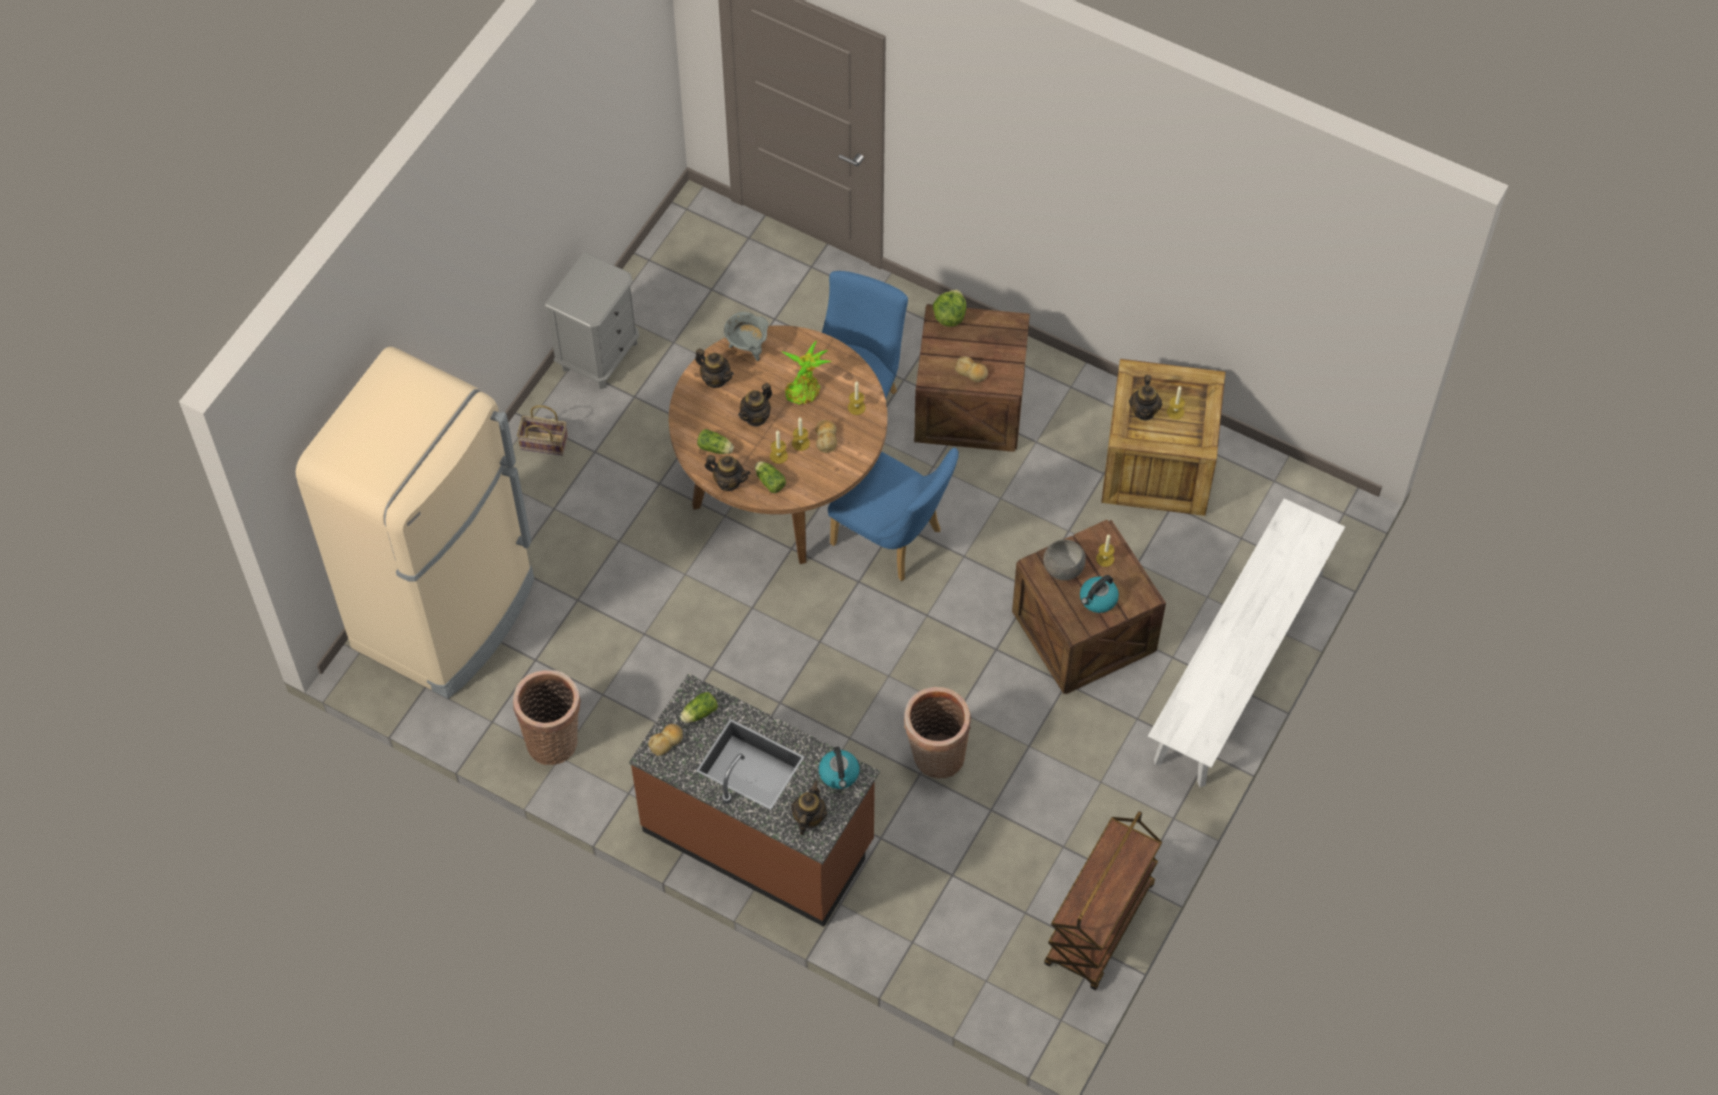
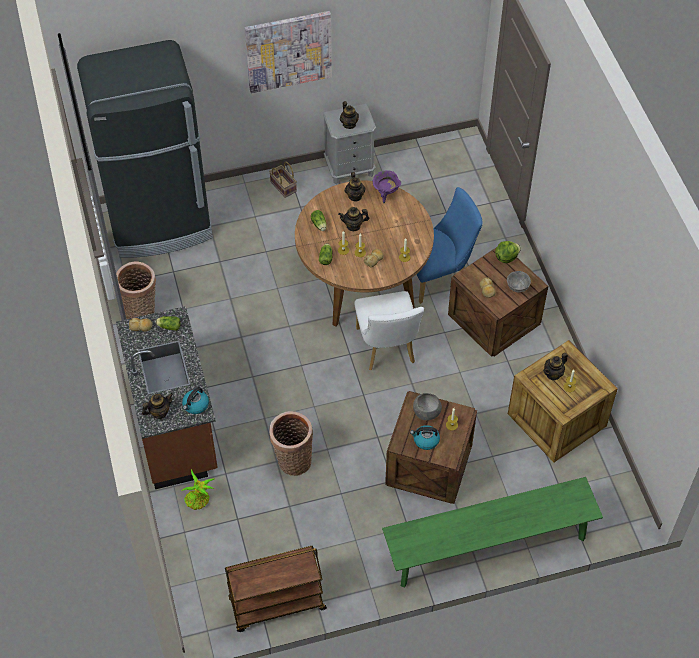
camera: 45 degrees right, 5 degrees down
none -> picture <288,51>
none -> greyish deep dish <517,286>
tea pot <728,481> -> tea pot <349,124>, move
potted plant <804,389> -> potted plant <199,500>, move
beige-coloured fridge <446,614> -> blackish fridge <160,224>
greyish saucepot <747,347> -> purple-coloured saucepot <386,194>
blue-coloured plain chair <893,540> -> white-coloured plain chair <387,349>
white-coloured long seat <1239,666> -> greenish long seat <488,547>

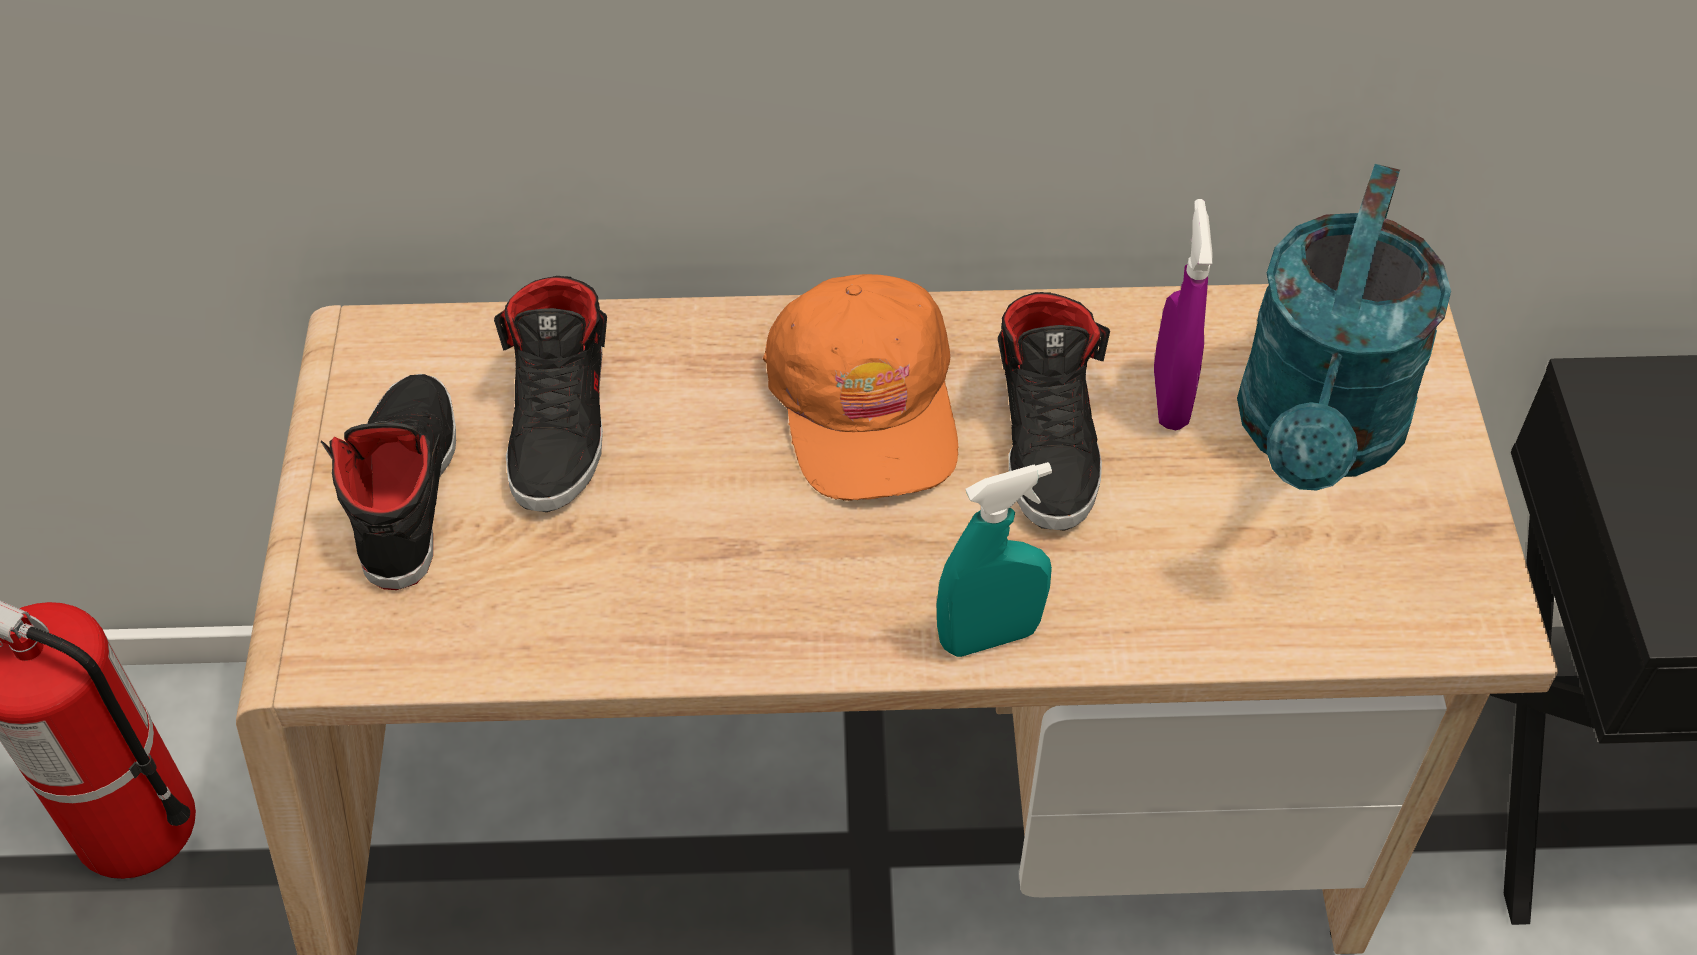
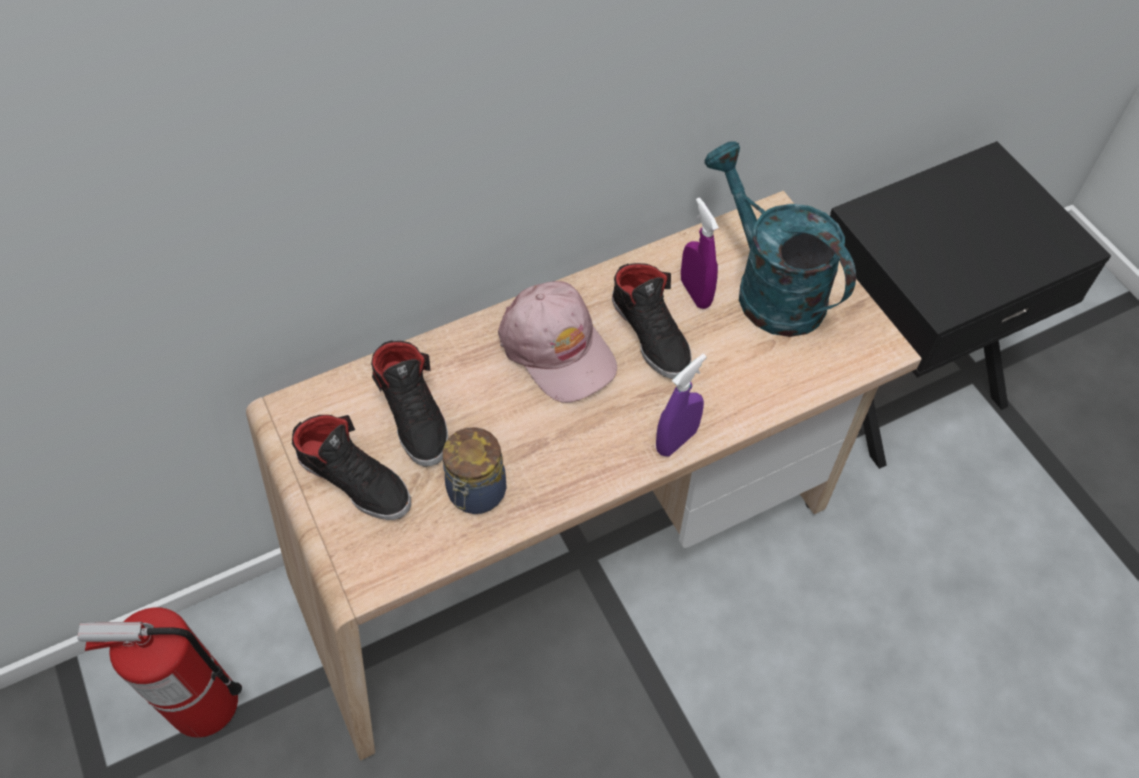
camera: 25 degrees left, 5 degrees up
none -> storage jar <476,493>
orange-coloured peaked cap <866,403> -> pink peaked cap <558,348>
turquoise spray bottle <989,636> -> purple-coloured spray bottle <676,440>
blackish shoe <405,488> -> blackish shoe <356,480>, 150 degrees clockwise
turquoise watering can <1316,437> -> turquoise watering can <769,287>, 150 degrees clockwise

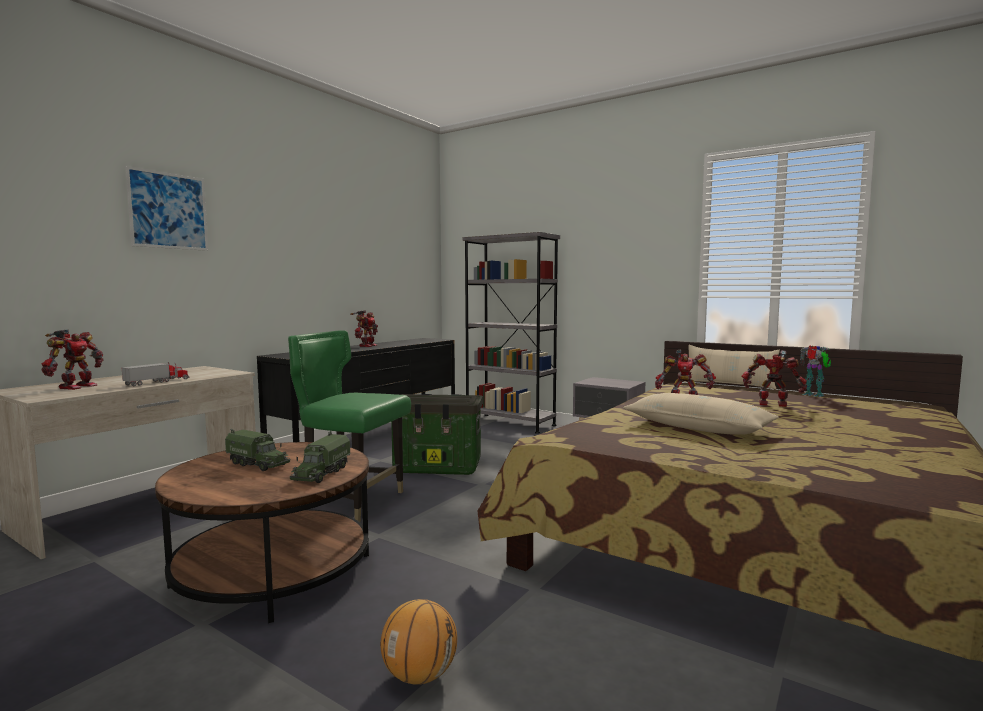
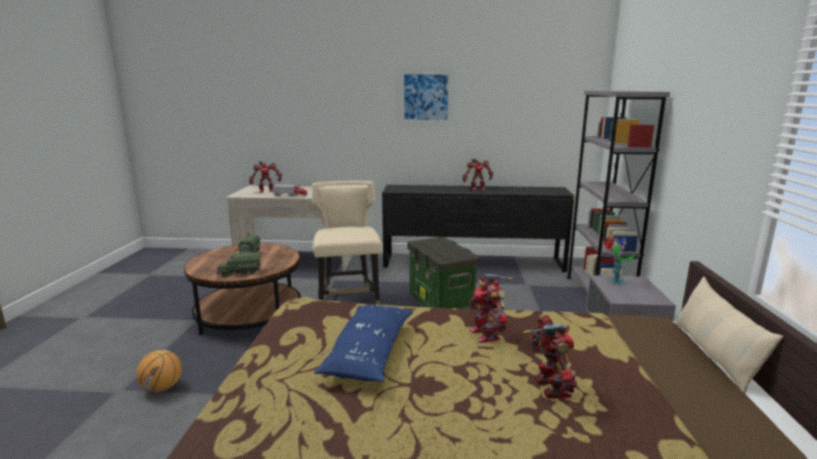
camera: 60 degrees right, 10 degrees up
picture <168,211> -> picture <426,97>, move
toy robot <814,395> -> toy robot <615,281>, move
greenish plain chair <351,502> -> beige-coloured plain chair <349,300>
beige-coloured throw pillow <698,427> -> blue-coloured throw pillow <369,353>

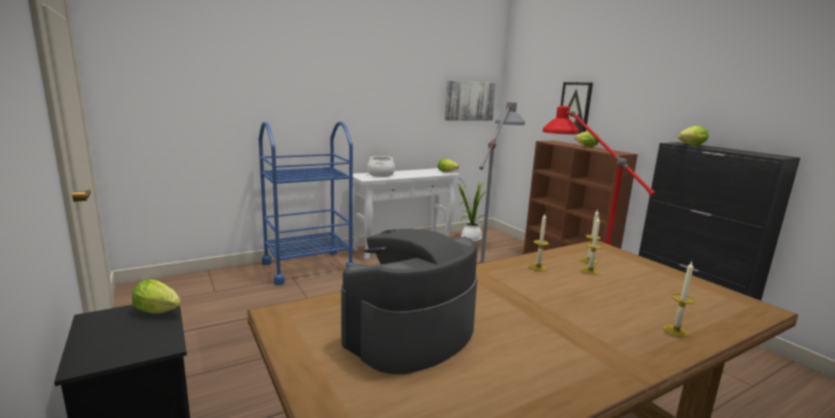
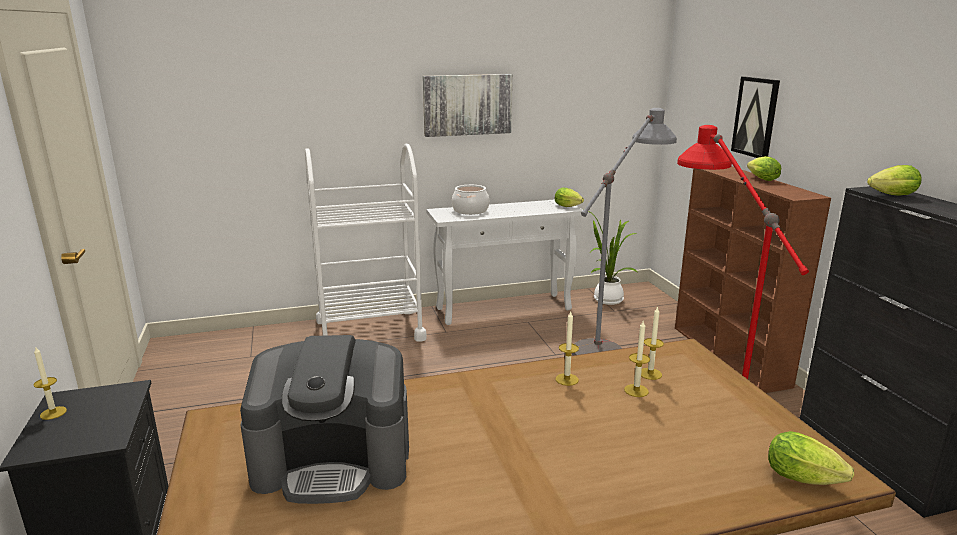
camera: 15 degrees right, 5 degrees up
lettuce head <160,312> -> lettuce head <806,480>, move
picture <469,101> -> picture <467,105>, move
wax light <676,331> -> wax light <53,413>, move
blue-coloured trolley <308,267> -> white-coloured trolley <370,330>
coffee machine <410,334> -> coffee machine <334,461>, 150 degrees counterclockwise

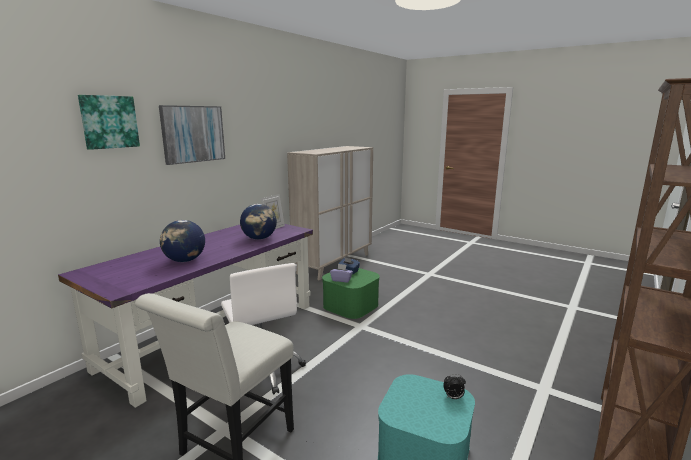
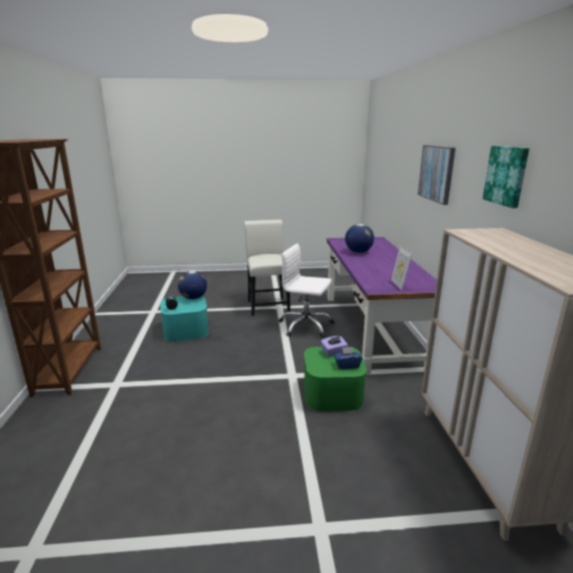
camera: 140 degrees right, 5 degrees up
picture <109,122> -> picture <506,175>, move
globe <259,238> -> globe <193,298>, move

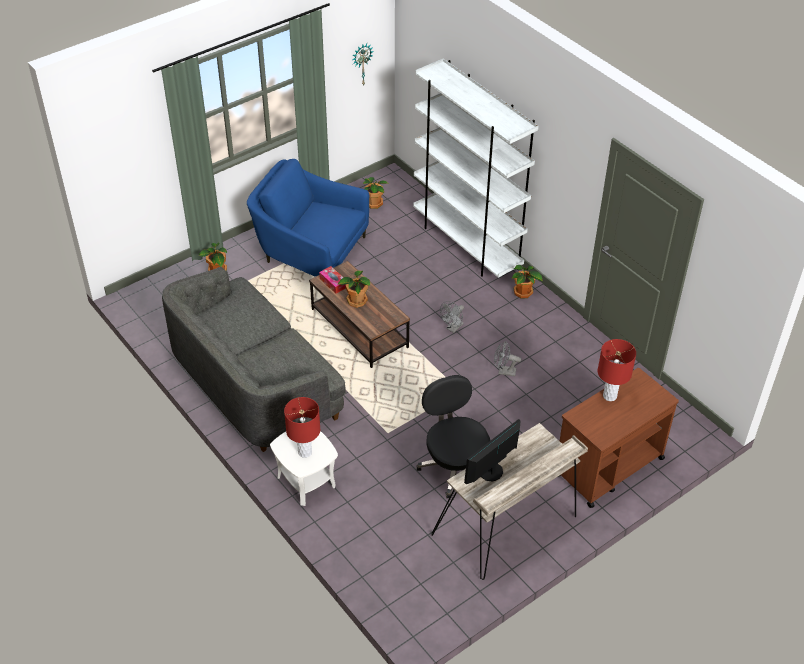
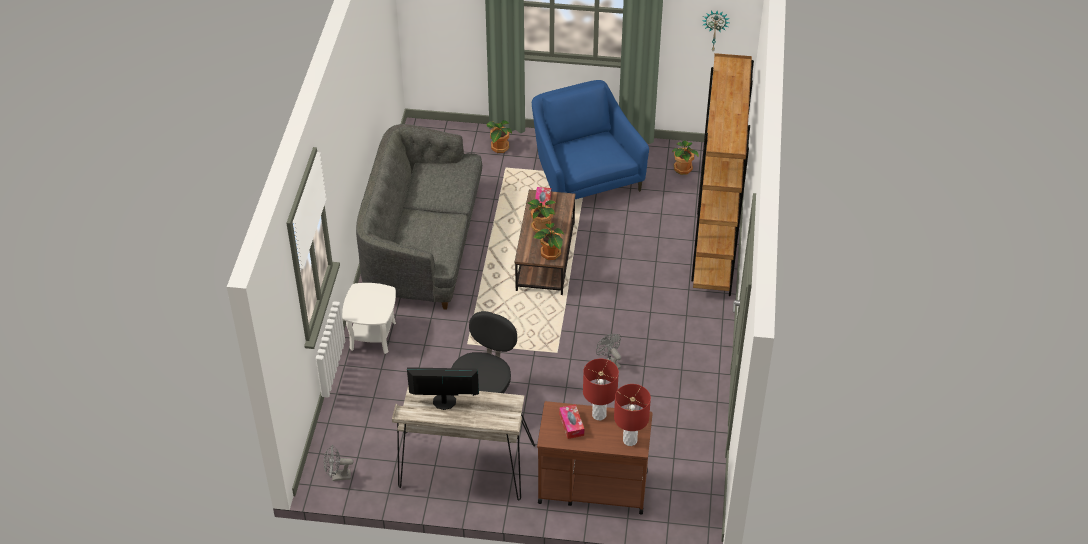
camera: 45 degrees right, 0 degrees up
none -> tissue holder <571,425>
red-coloured lamp for a table <304,452> -> red-coloured lamp for a table <629,440>, move
greyish cooling fan <453,328> -> greyish cooling fan <338,476>, move
potted plant <523,293> -> potted plant <550,254>, move
white-coloured bookcase <467,244> -> brown-coloured bookcase <714,248>

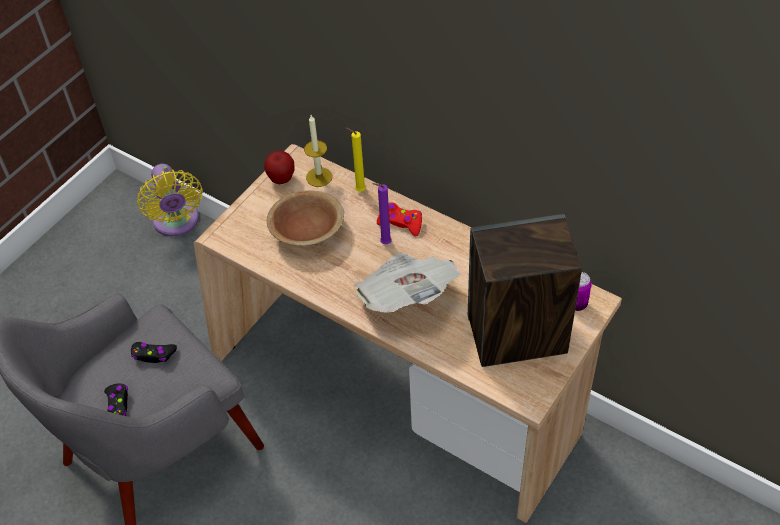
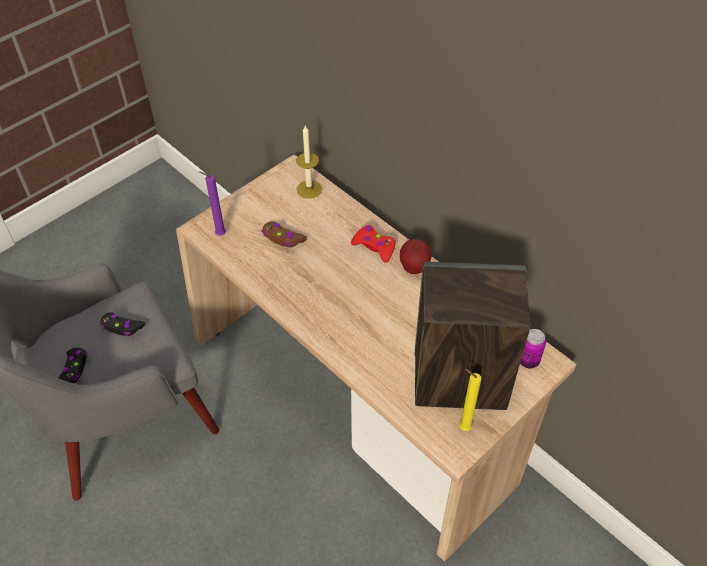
camera: 10 degrees right, 0 degrees up
yellow cooling fan <177,223> -> none
daily paper <406,297> -> none
apple fruit <281,179> -> apple fruit <414,268>, move
yellow wax light <358,190> -> yellow wax light <462,427>, move
purple-coloured wax light <384,243> -> purple-coloured wax light <219,234>, move
brown-coloured deep dish <307,231> -> brown-coloured game controller <283,238>

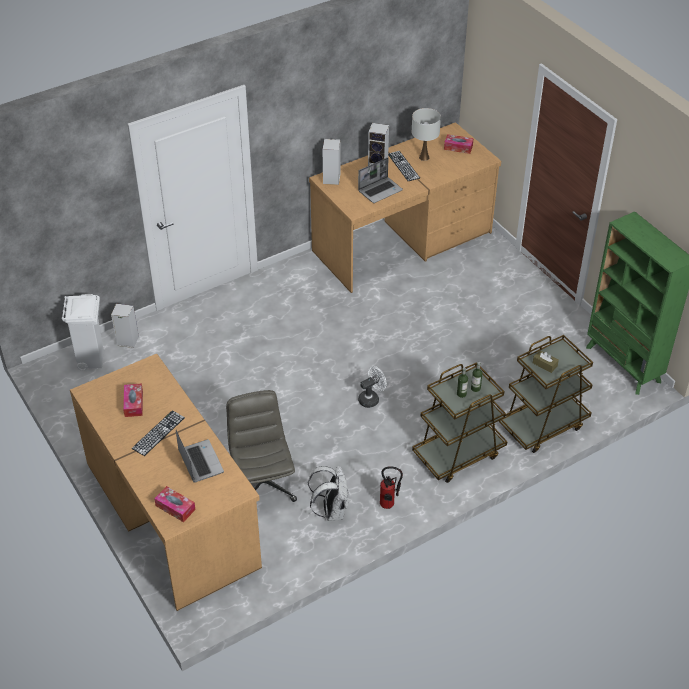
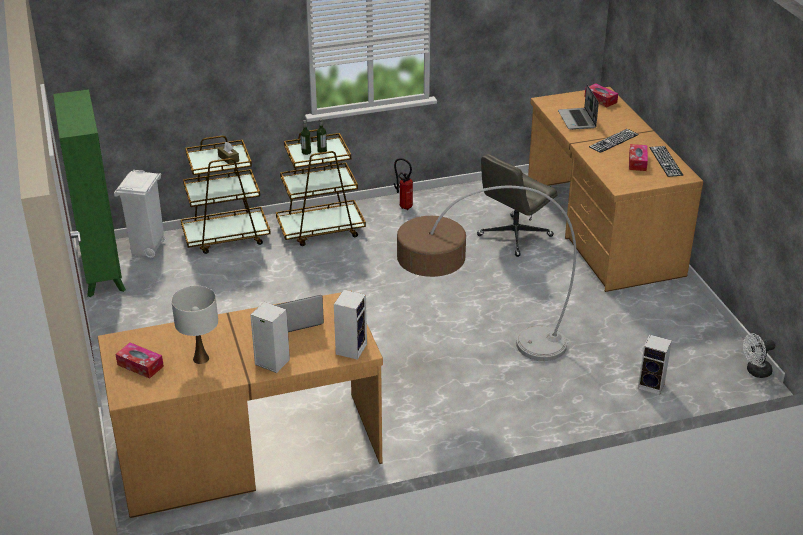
camera: 165 degrees left, 10 degrees down
white-coloured backpack <331,510> -> none
none -> standing lamp <476,358>
white-coloured rubbish bin <91,360> -> white-coloured rubbish bin <147,249>, move
white-coloured cooling fan <371,398> -> white-coloured cooling fan <755,371>, move
computer keyboard <403,166> -> computer keyboard <666,161>, move
greyish office chair <262,484> -> greyish office chair <514,236>, 45 degrees clockwise

